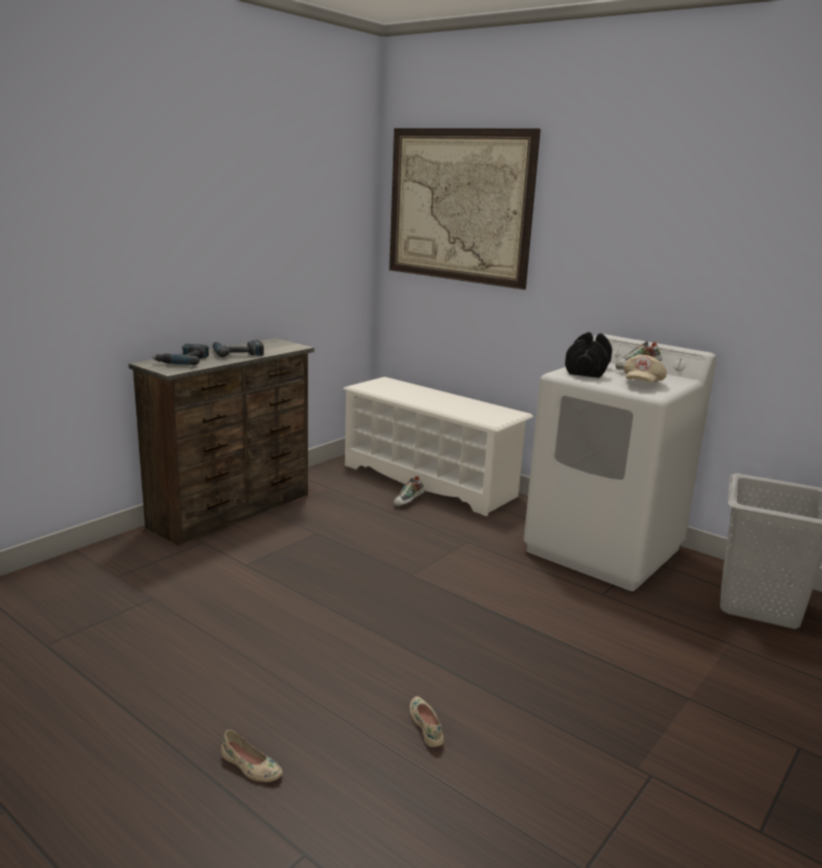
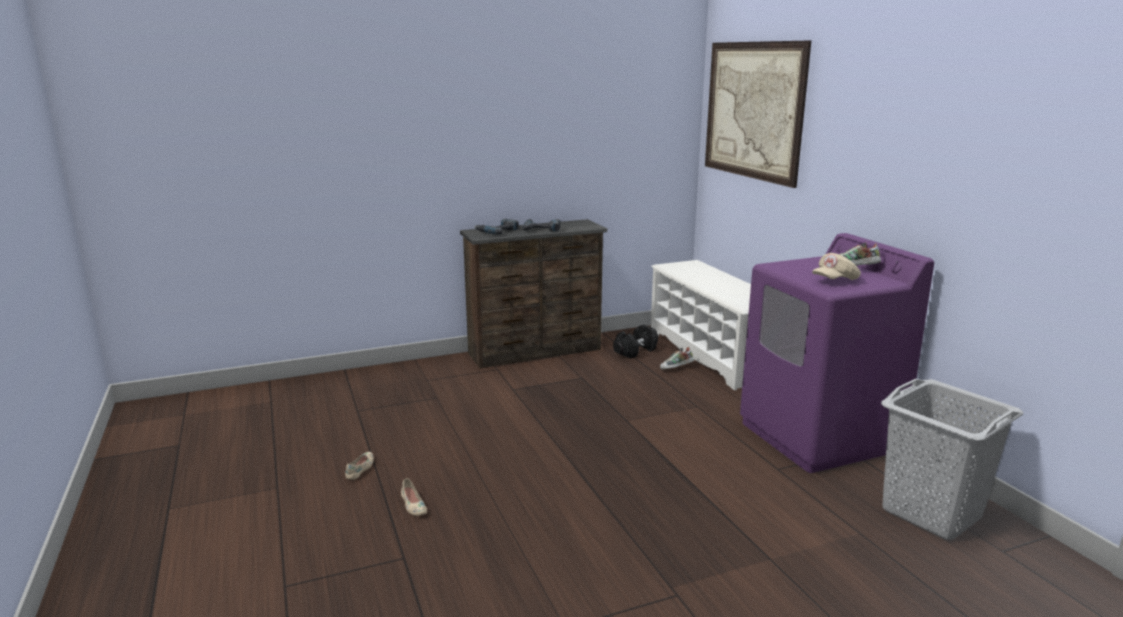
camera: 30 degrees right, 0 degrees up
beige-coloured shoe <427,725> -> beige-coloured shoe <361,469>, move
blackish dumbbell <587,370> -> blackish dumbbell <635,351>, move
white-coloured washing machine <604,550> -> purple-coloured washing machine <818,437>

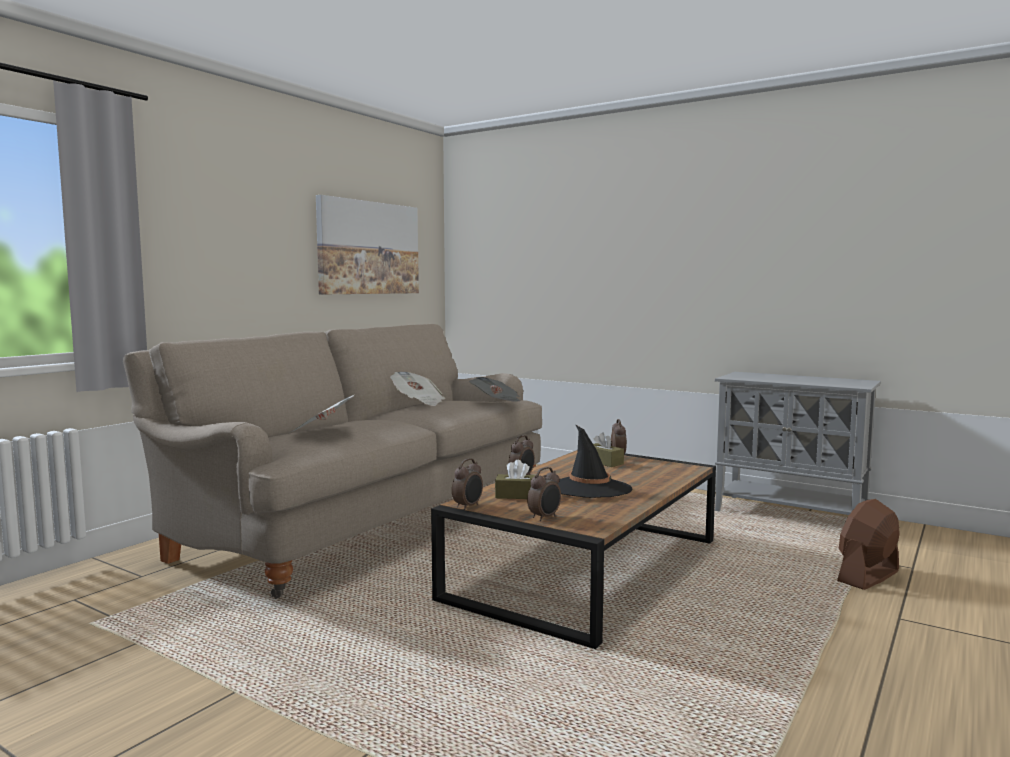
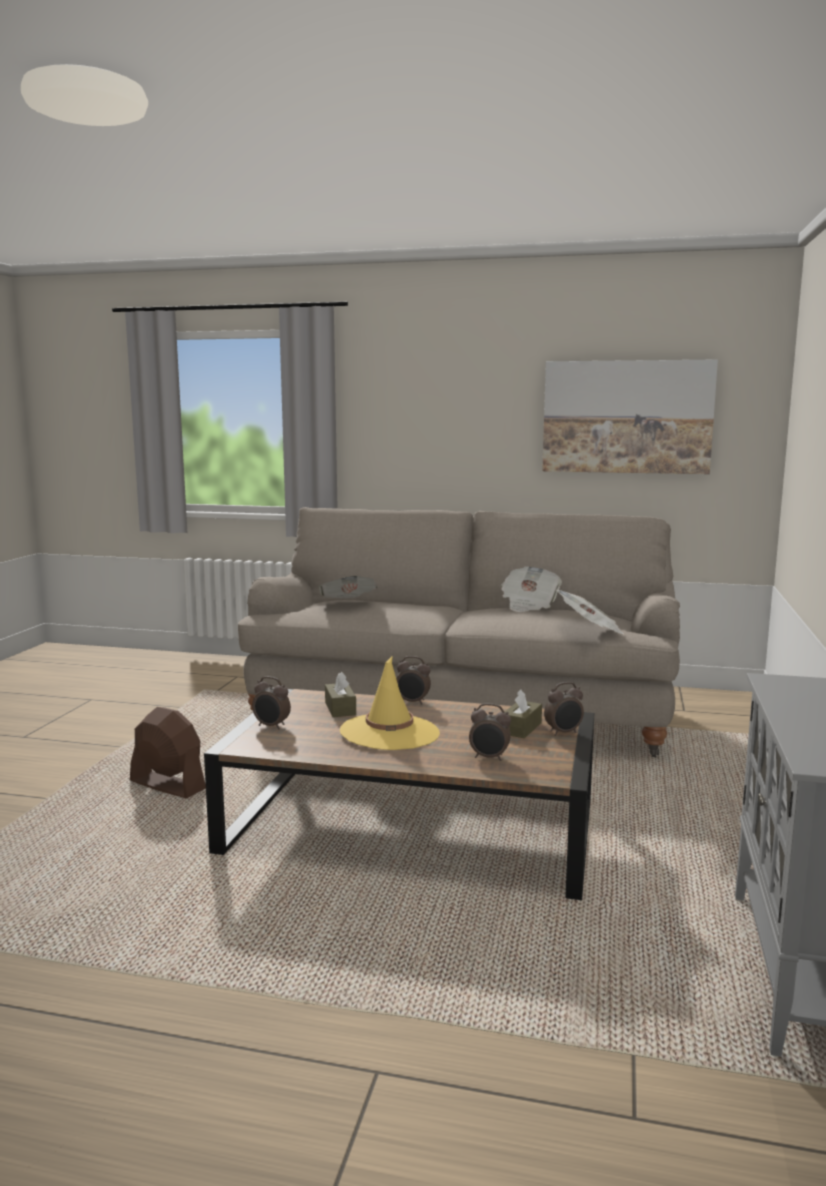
camera: 70 degrees right, 5 degrees up
bedside clock <468,506> -> bedside clock <489,758>, move
brown-coloured cooling fan <868,576> -> brown-coloured cooling fan <167,785>, move
blackish wearable hat <589,488> -> yellow wearable hat <389,732>

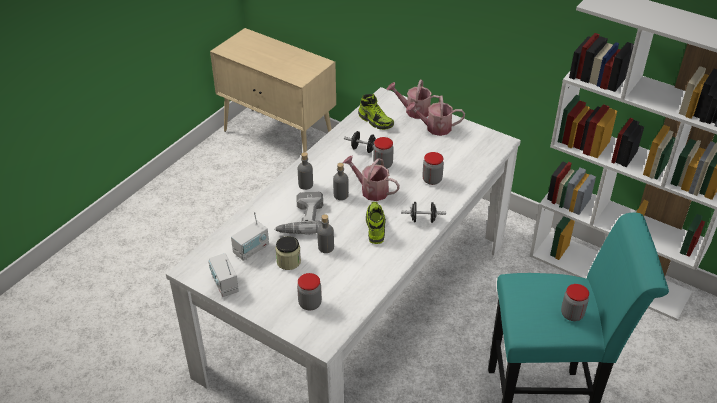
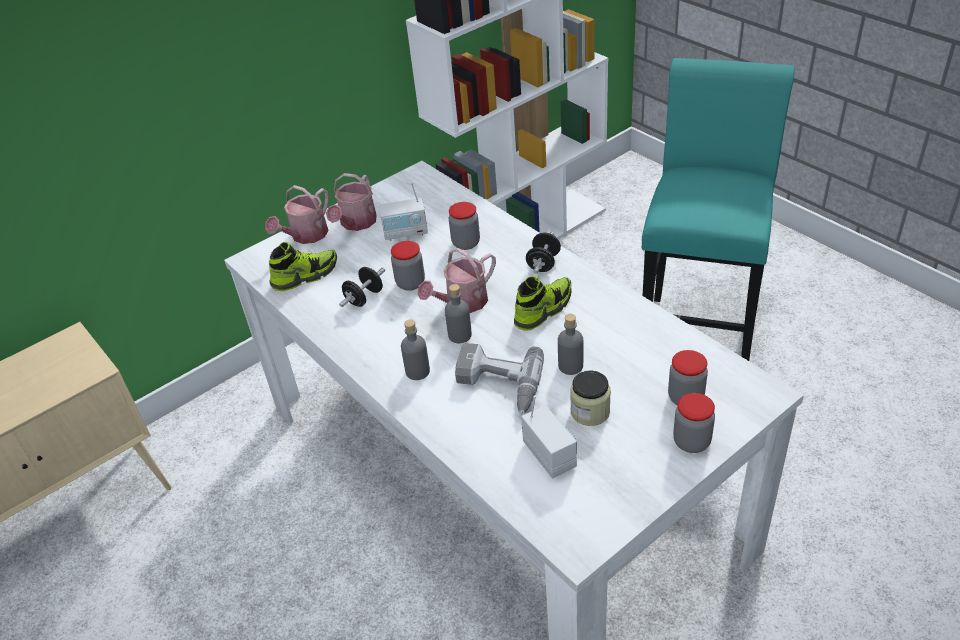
camera: 70 degrees left, 0 degrees up
radio set <224,284> -> radio set <406,232>, move
storage jar <572,314> -> storage jar <691,442>, move
shoe <375,227> -> shoe <543,310>, 120 degrees clockwise

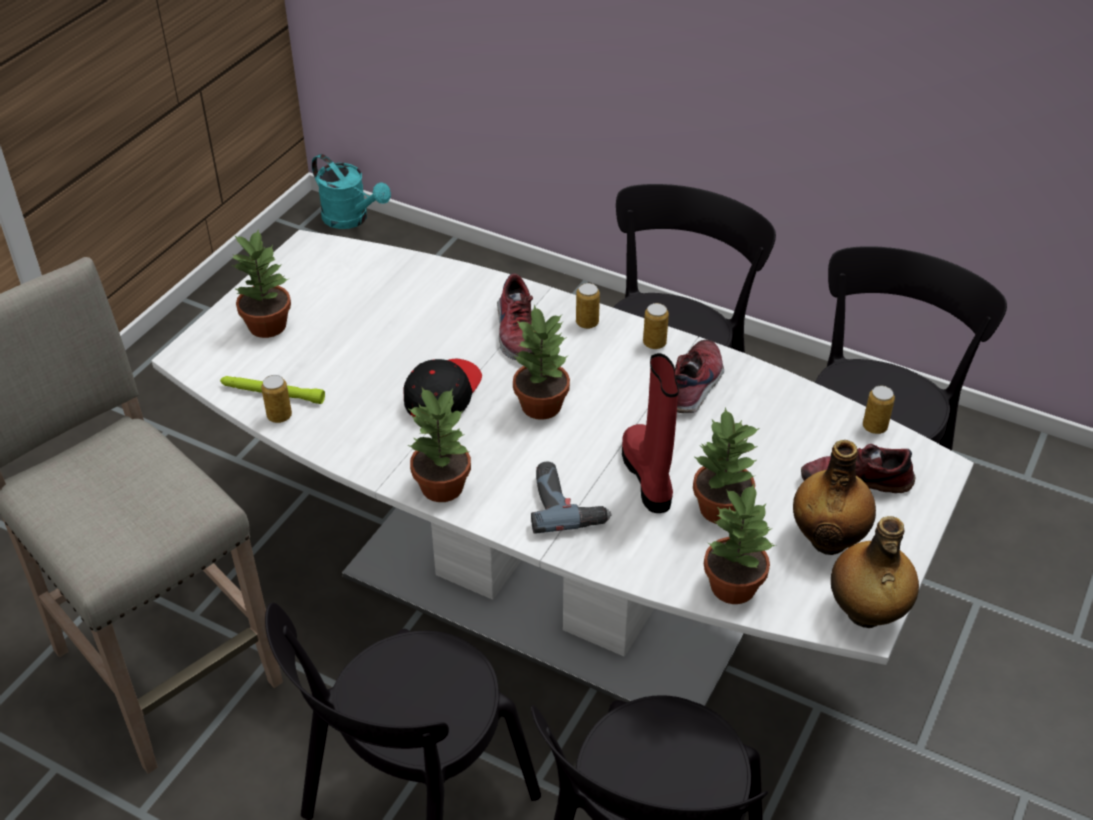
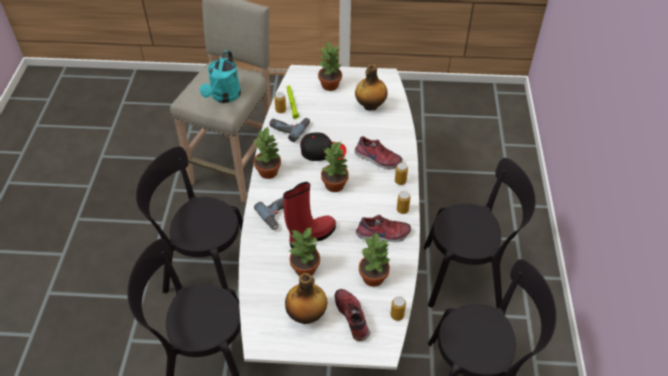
camera: 65 degrees right, 5 degrees up
none -> power drill <289,127>
turquoise watering can <351,219> -> turquoise watering can <224,97>, move
potted plant <733,585> -> potted plant <374,277>, move
drink bottle <865,613> -> drink bottle <370,106>, move
shoe <515,332> -> shoe <377,159>, 120 degrees counterclockwise

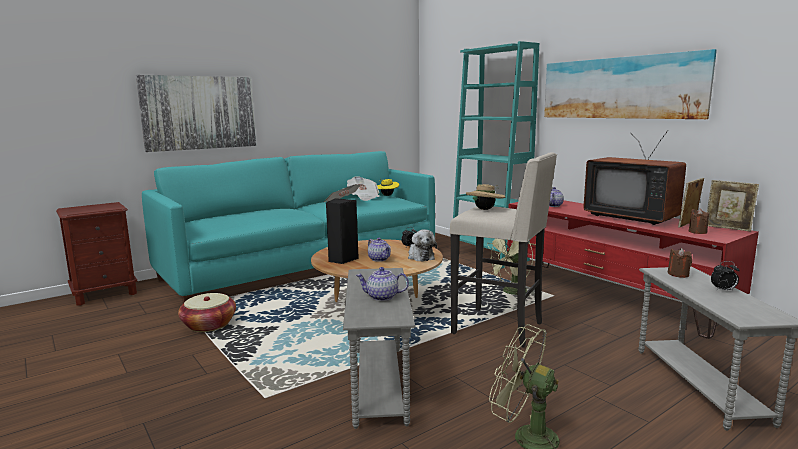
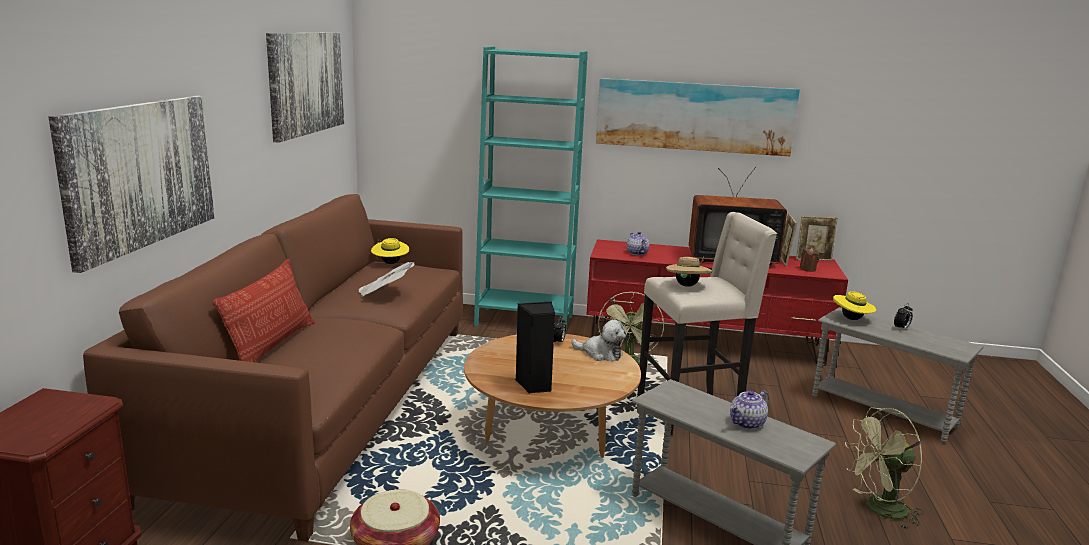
camera: 45 degrees left, 5 degrees up
daily paper <363,197> -> none
tea pot <379,259> -> none
none -> throw pillow <271,346>
none -> picture <306,83>
brown-coloured wax light <678,274> -> yellow wearable hat <851,319>
turquoise sofa <304,266> -> brown-coloured sofa <327,403>

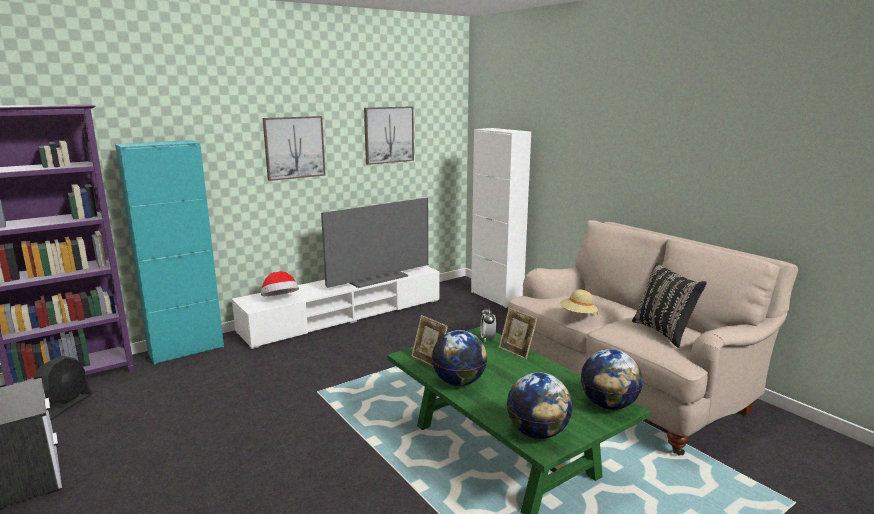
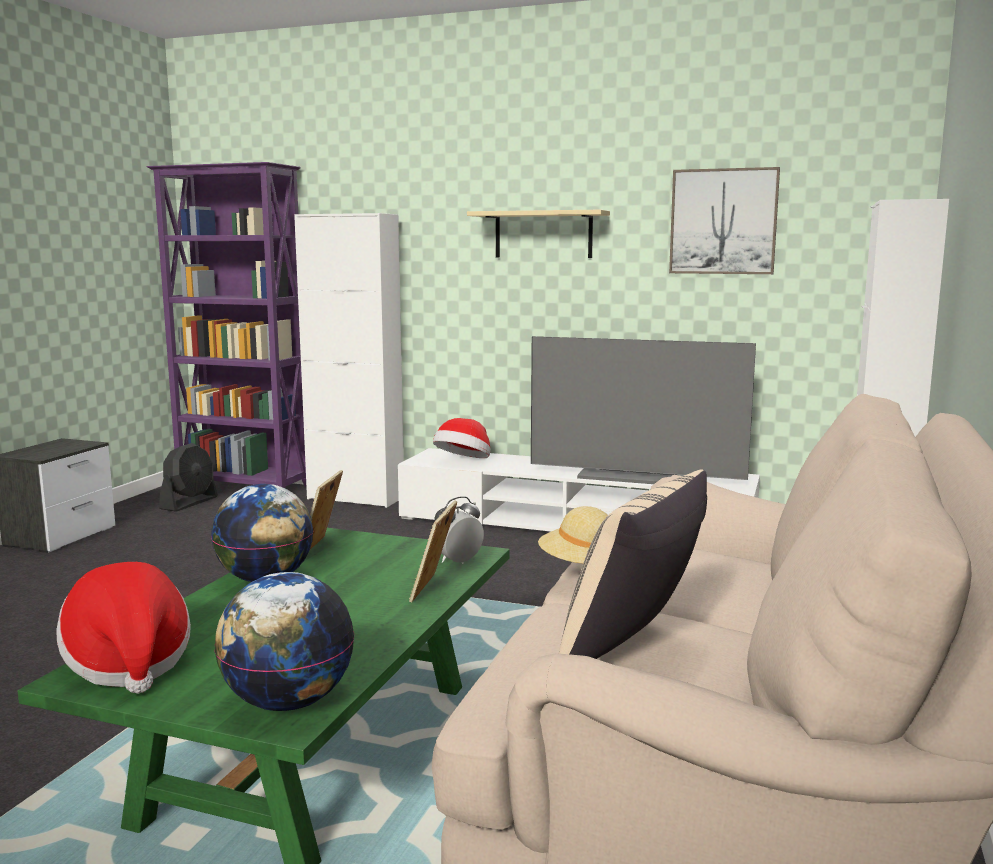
camera: 55 degrees right, 5 degrees down
picture <294,147> -> beige-coloured shelf <543,234>
globe <537,433> -> wearable hat <128,663>
turquoise cabinet <186,350> -> white-coloured cabinet <355,498>
blackish throw pillow <664,332> -> beige-coloured throw pillow <633,656>
blackish cooling fan <64,406> -> blackish cooling fan <189,503>, 45 degrees counterclockwise

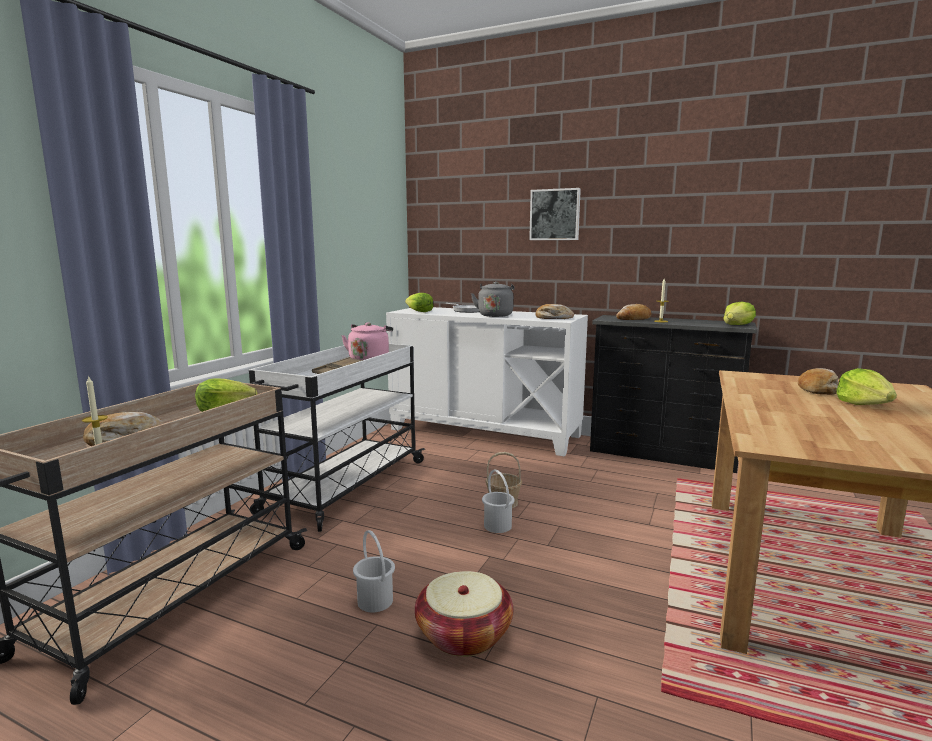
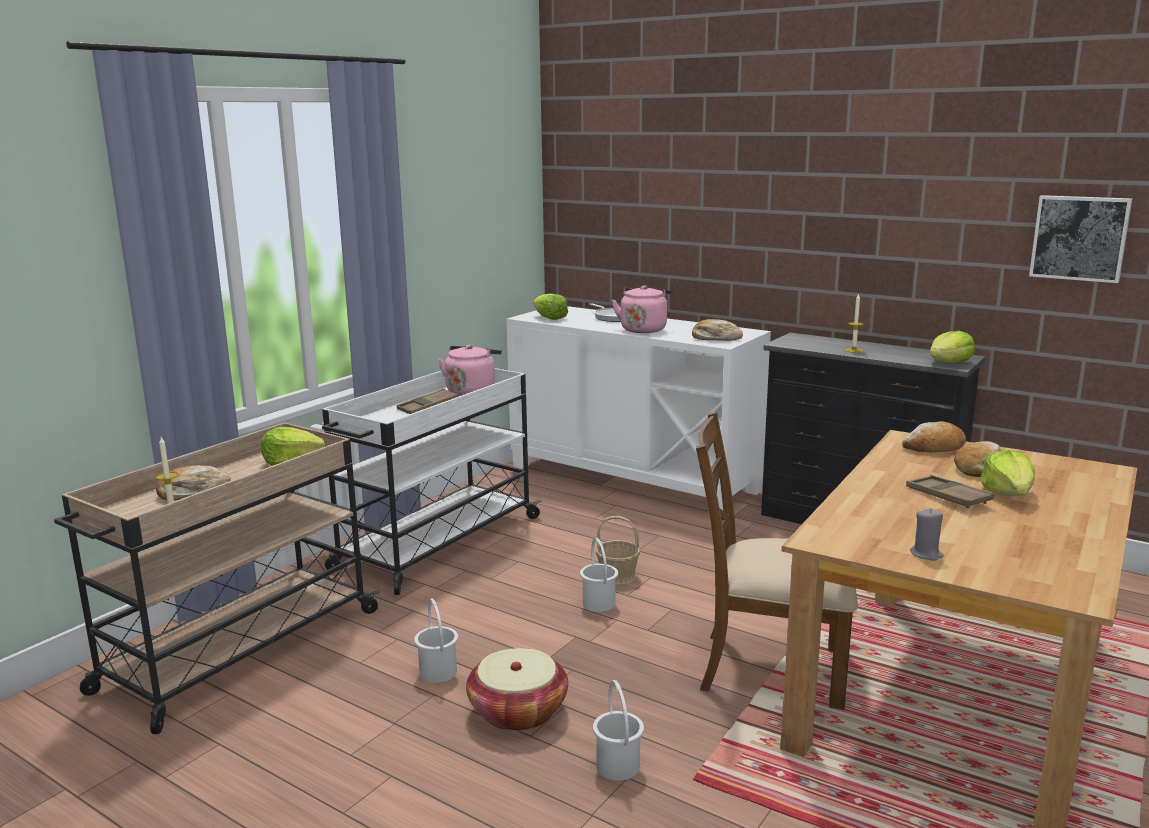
camera: 10 degrees right, 5 degrees up
none -> white-coloured pail <618,765>
none -> brown-coloured plain chair <770,668>
none -> brown-coloured carrying tray <948,497>
none -> greyish wax light <926,554>
picture <555,215> -> picture <1079,238>, move
bread <634,319> -> bread <934,447>, move
greyish water kettle <495,315> -> pink water kettle <643,329>

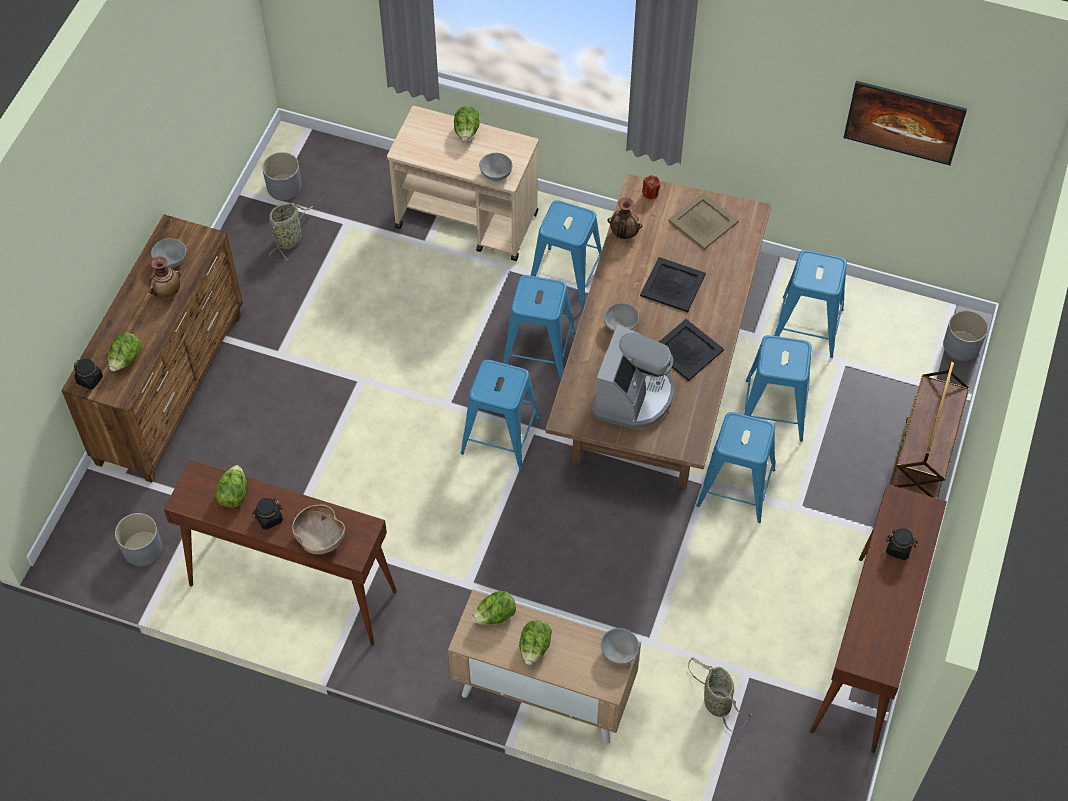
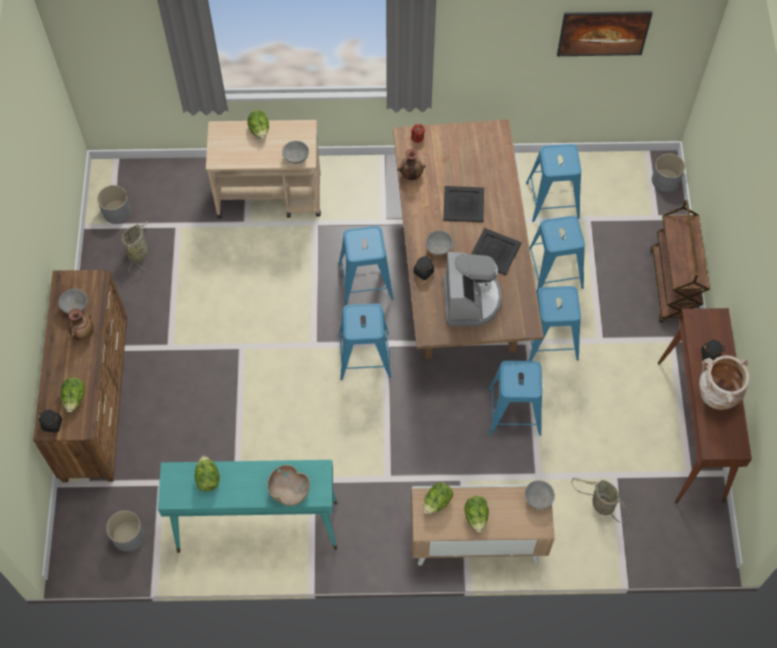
camera: 20 degrees left, 5 degrees up
beige-coloured carrying tray <703,222> -> none
none -> beige-coloured flower vase <715,397>
blackish storage jar <269,518> -> blackish storage jar <423,272>, move
blue-coloured sitting stool <566,279> -> blue-coloured sitting stool <514,411>, move
brown-coloured narrow table <291,588> -> turquoise narrow table <257,527>

